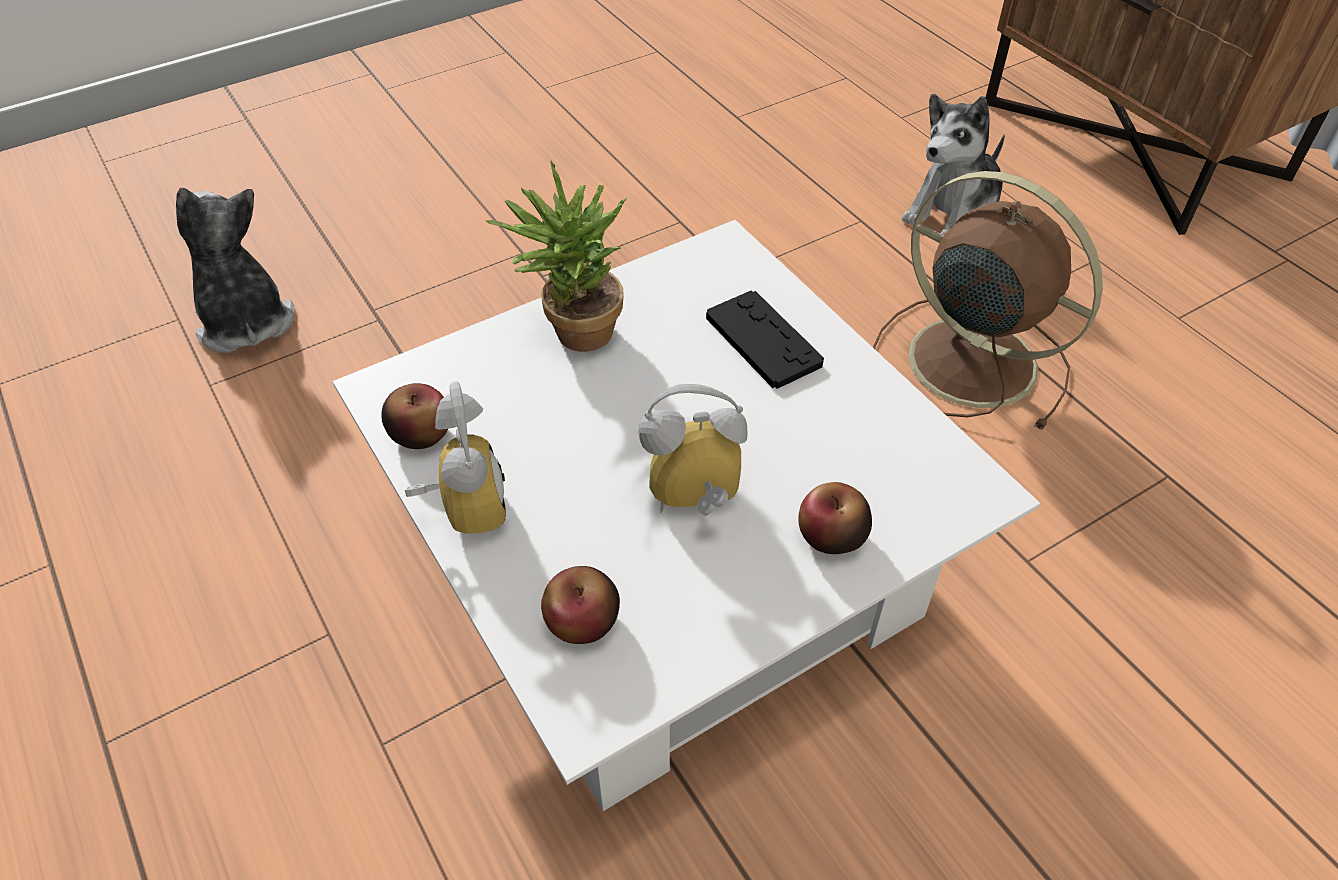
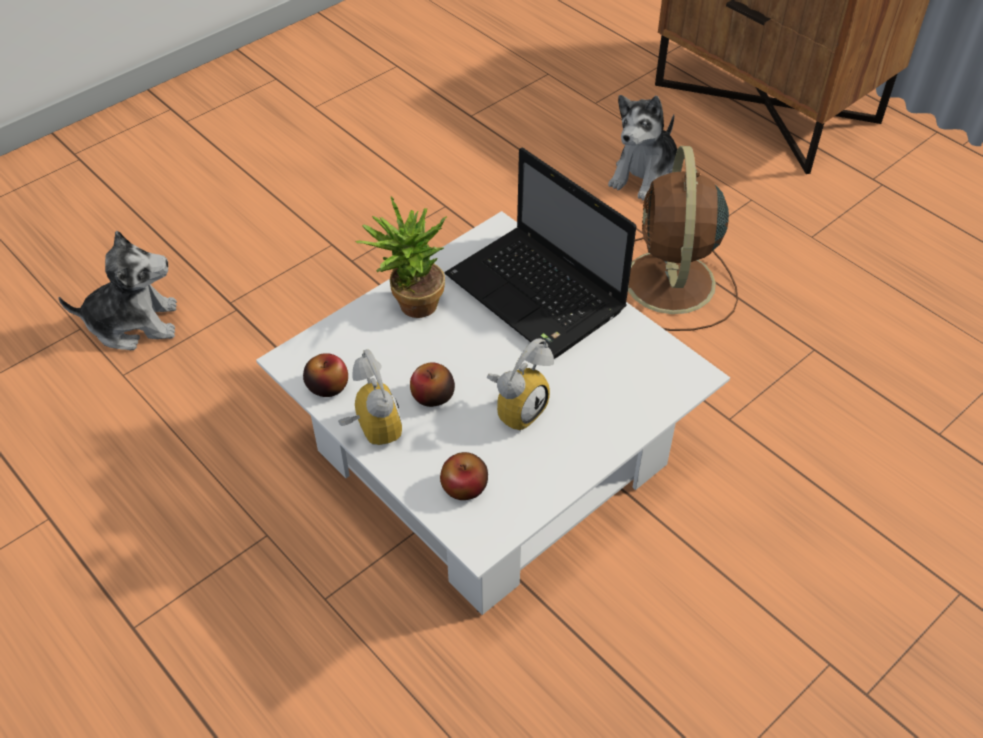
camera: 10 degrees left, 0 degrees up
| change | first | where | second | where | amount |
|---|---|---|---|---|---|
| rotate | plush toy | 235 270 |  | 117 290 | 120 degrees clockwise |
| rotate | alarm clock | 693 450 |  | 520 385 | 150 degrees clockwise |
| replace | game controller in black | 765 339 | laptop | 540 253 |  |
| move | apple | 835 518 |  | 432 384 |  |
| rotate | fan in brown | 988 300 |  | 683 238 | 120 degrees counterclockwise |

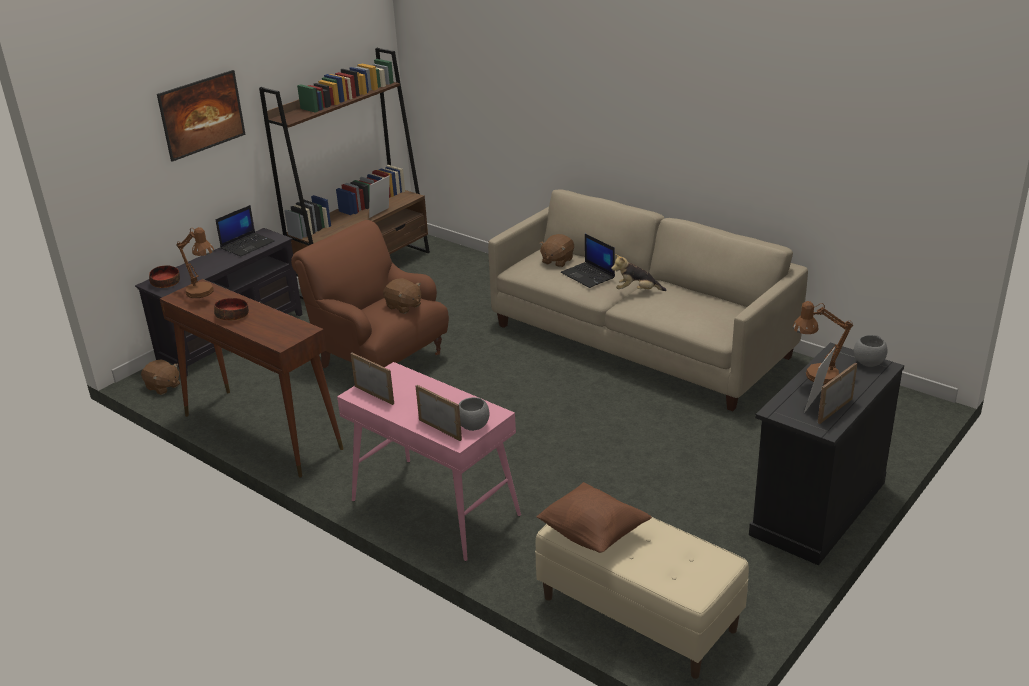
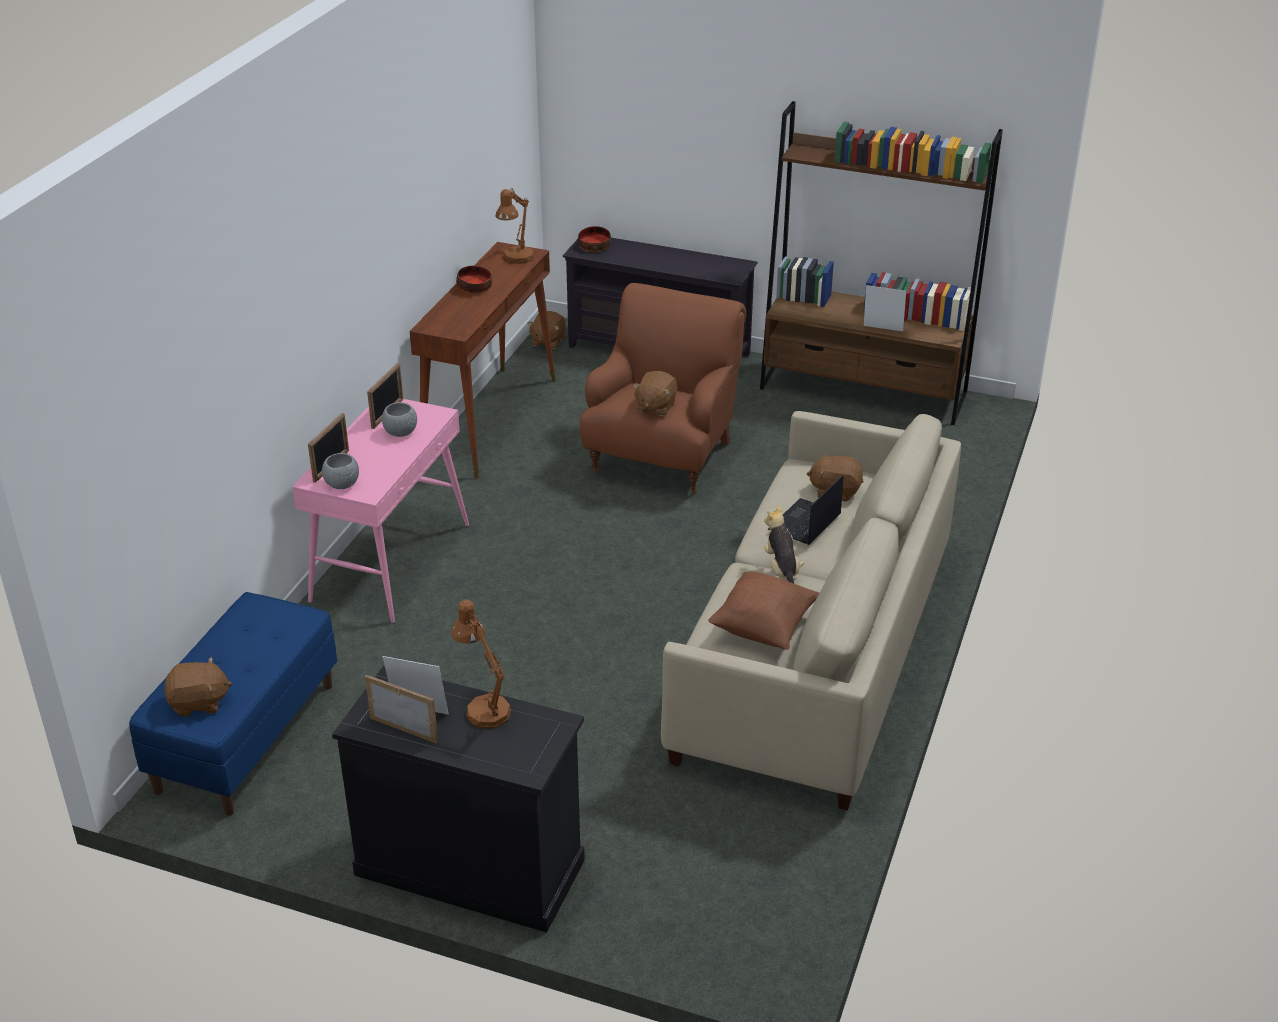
camera: 70 degrees right, 5 degrees up
| change | first | where | second | where | amount |
|---|---|---|---|---|---|
| delete | picture | 201 116 |  |  |  |
| delete | laptop | 245 231 |  |  |  |
| recolor | bench in beige | 642 598 | bench in blue | 233 704 |  |
| move | pillow in brown | 594 517 |  | 763 610 |  |
| move | bowl in grey | 870 351 |  | 399 419 |  |
| insert |  |  | plush toy in brown | 198 687 |  |

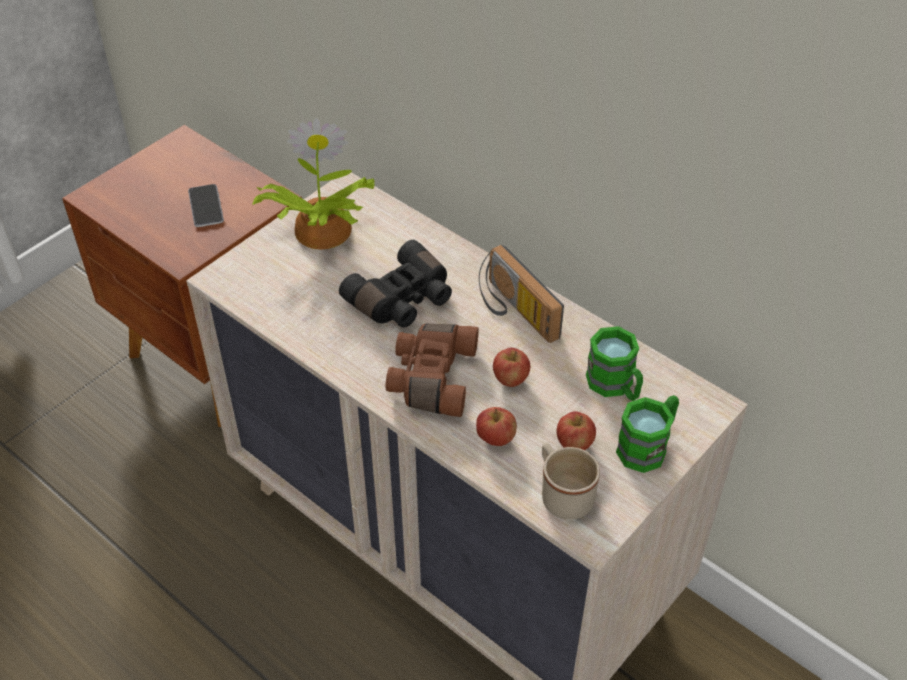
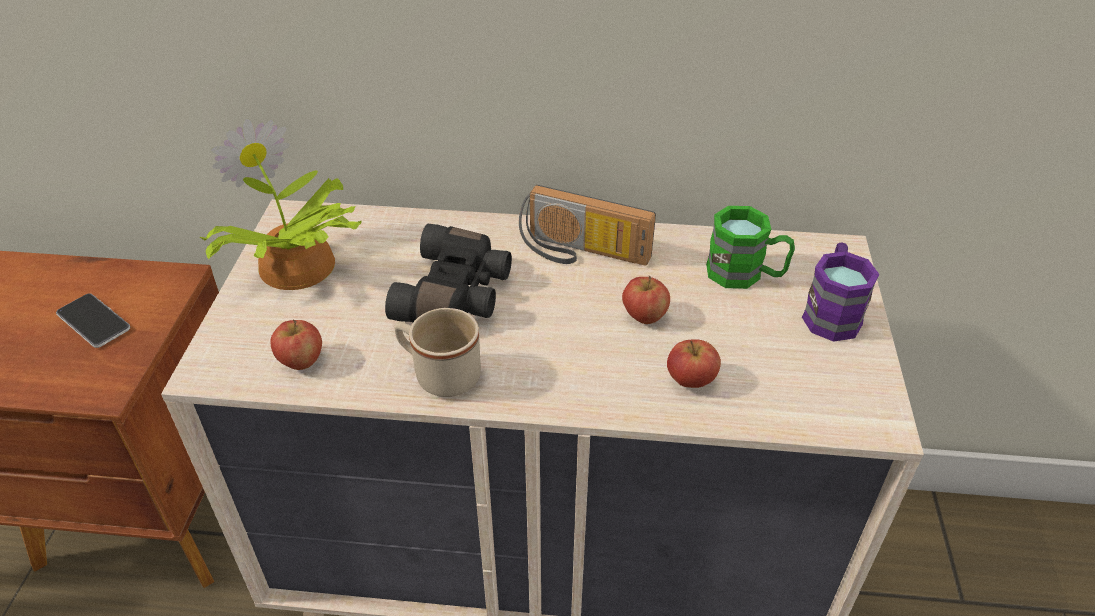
camera: 35 degrees left, 5 degrees down
| change | first | where | second | where | amount |
|---|---|---|---|---|---|
| delete | binoculars in brown | 432 370 |  |  |  |
| move | mug in beige | 571 481 |  | 438 352 |  |
| move | apple | 576 430 |  | 296 345 |  |
| recolor | mug in green | 647 434 | mug in purple | 840 292 |  |

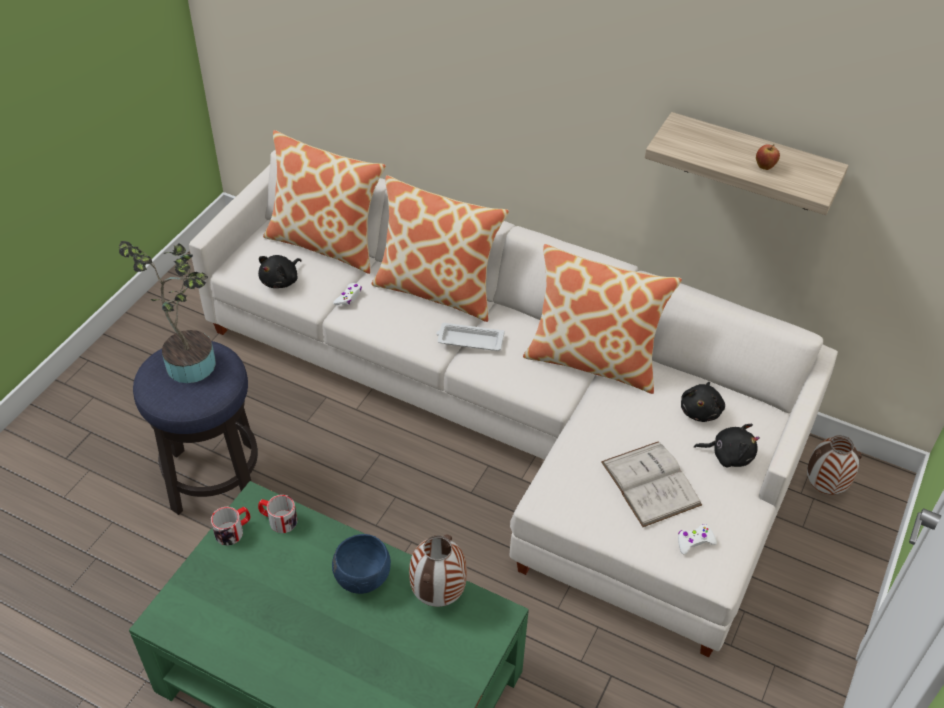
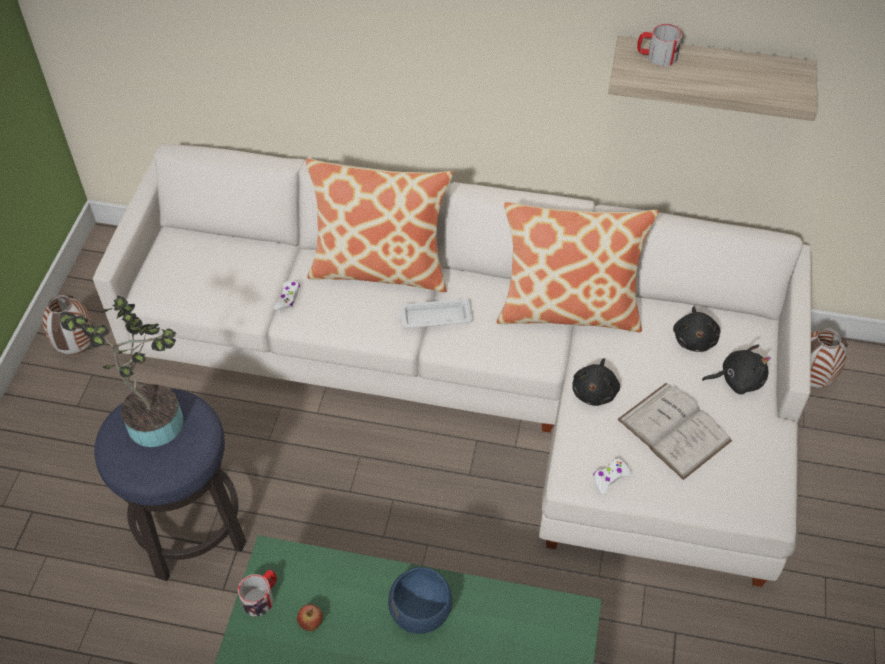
camera: 15 degrees left, 5 degrees up
| change | first | where | second | where | amount |
|---|---|---|---|---|---|
| move | plush toy in black | 279 271 |  | 596 382 |  |
| move | mug | 277 514 |  | 659 45 |  |
| delete | pillow | 324 202 |  |  |  |
| move | vase | 438 570 |  | 68 324 |  |
| move | game controller in white | 697 539 |  | 613 476 |  |
| move | apple | 768 157 |  | 310 617 |  |

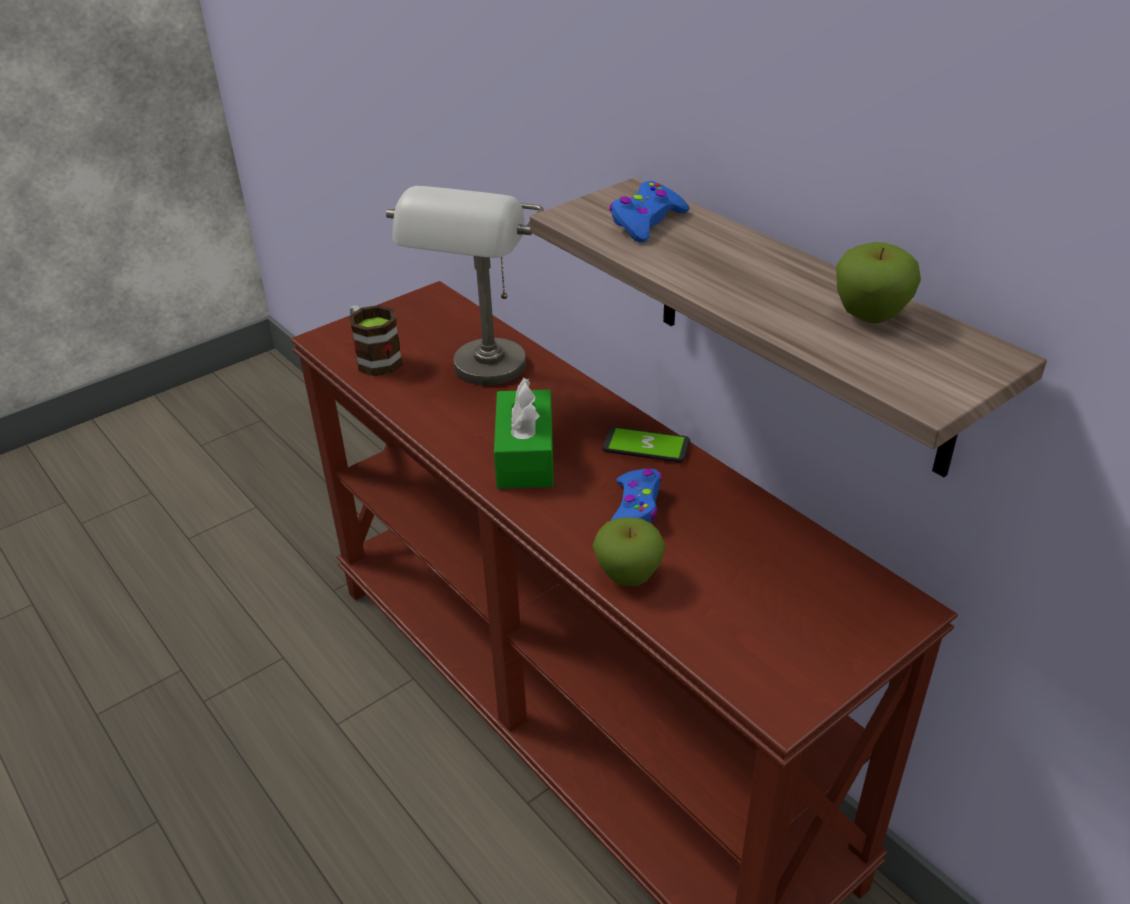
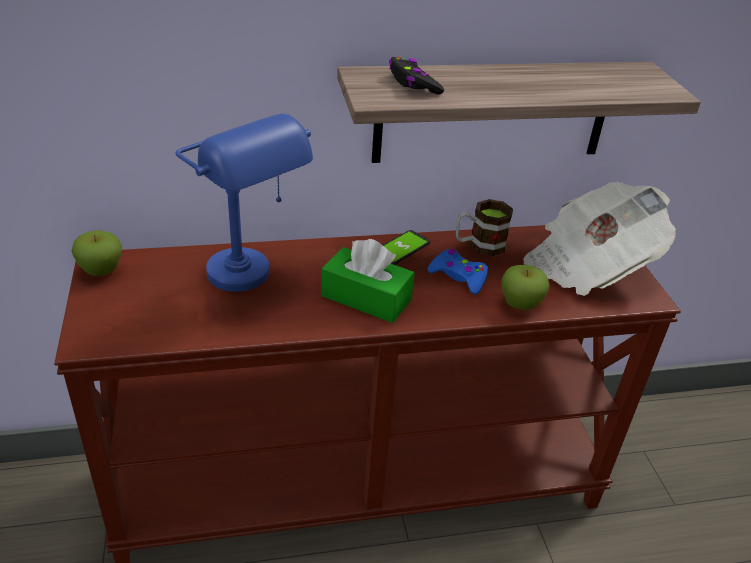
camera: 65 degrees left, 0 degrees up
| change | first | where | second | where | amount |
|---|---|---|---|---|---|
| move | mug | 376 340 |  | 484 227 |  |
| recolor | table lamp in grey | 465 286 | table lamp in blue | 244 202 |  |
| recolor | game controller in blue | 649 212 | game controller in black | 416 76 |  |
| move | apple | 878 282 |  | 96 253 |  |
| insert |  |  | newspaper | 599 239 |  |

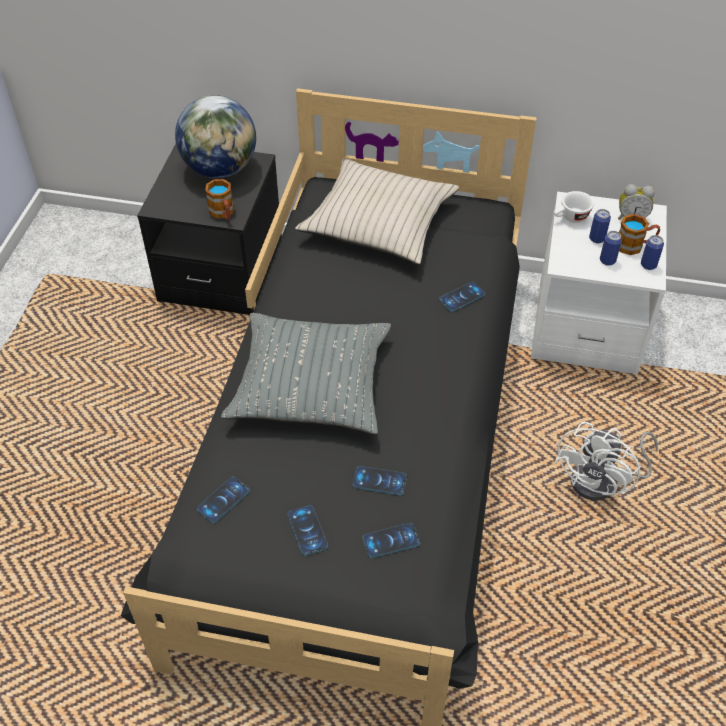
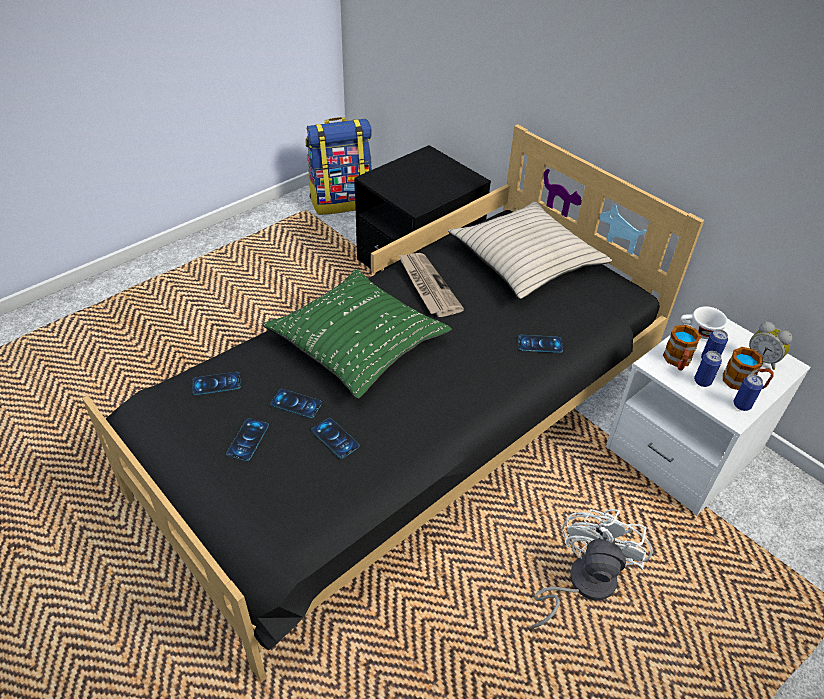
camera: 35 degrees right, 5 degrees down
| change | first | where | second | where | amount |
|---|---|---|---|---|---|
| delete | globe | 215 136 |  |  |  |
| move | mug | 219 199 |  | 682 347 |  |
| recolor | pillow in grey | 306 374 | pillow in green | 357 334 |  |
| move | phone | 391 540 |  | 296 403 |  |
| rotate | fan in white | 606 461 |  | 591 569 | 135 degrees clockwise |
| insert |  |  | backpack | 339 166 |  |
| insert |  |  | newspaper | 431 285 |  |

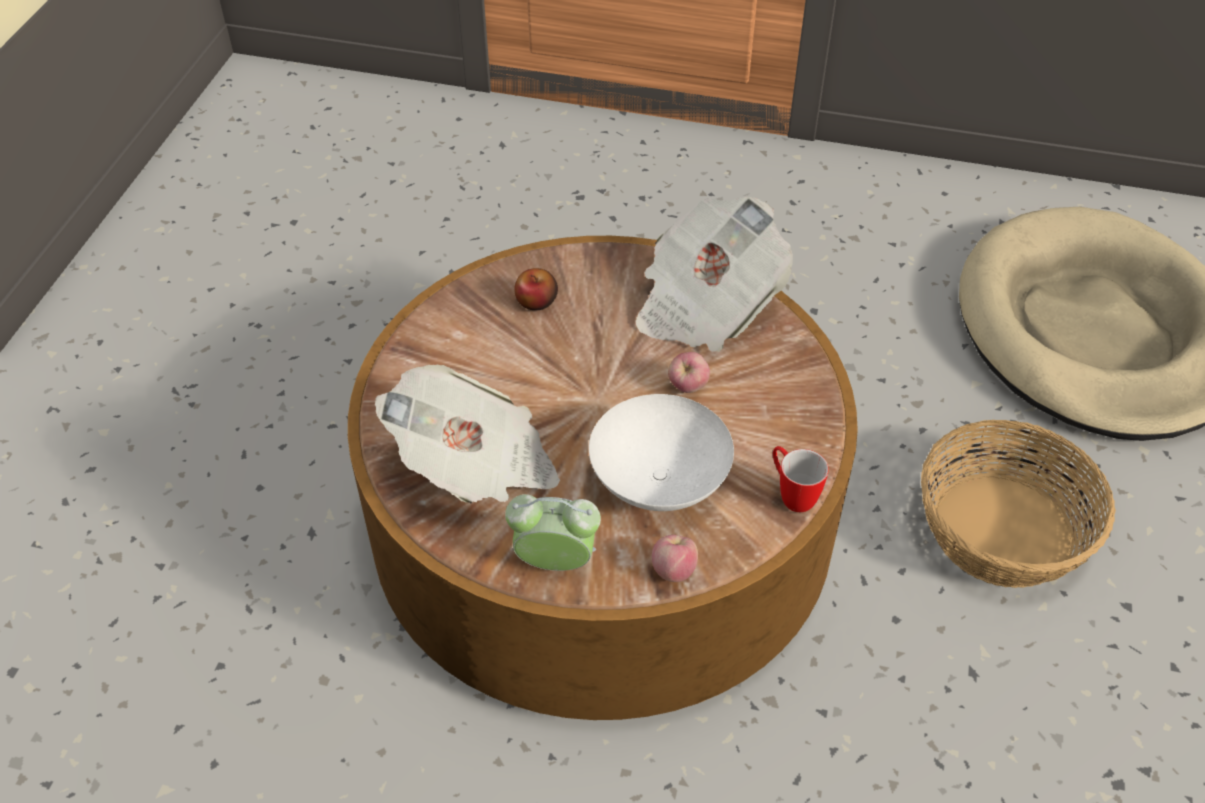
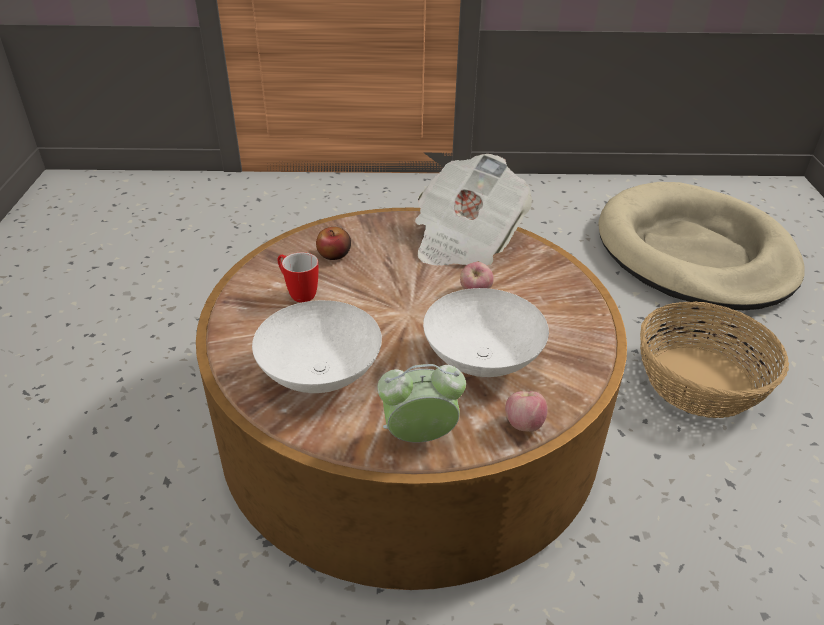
camera: 15 degrees left, 10 degrees down
| change | first | where | second | where | amount |
|---|---|---|---|---|---|
| replace | newspaper | 467 434 | bowl in white | 317 346 |  |
| move | mug | 801 479 |  | 298 277 |  |

